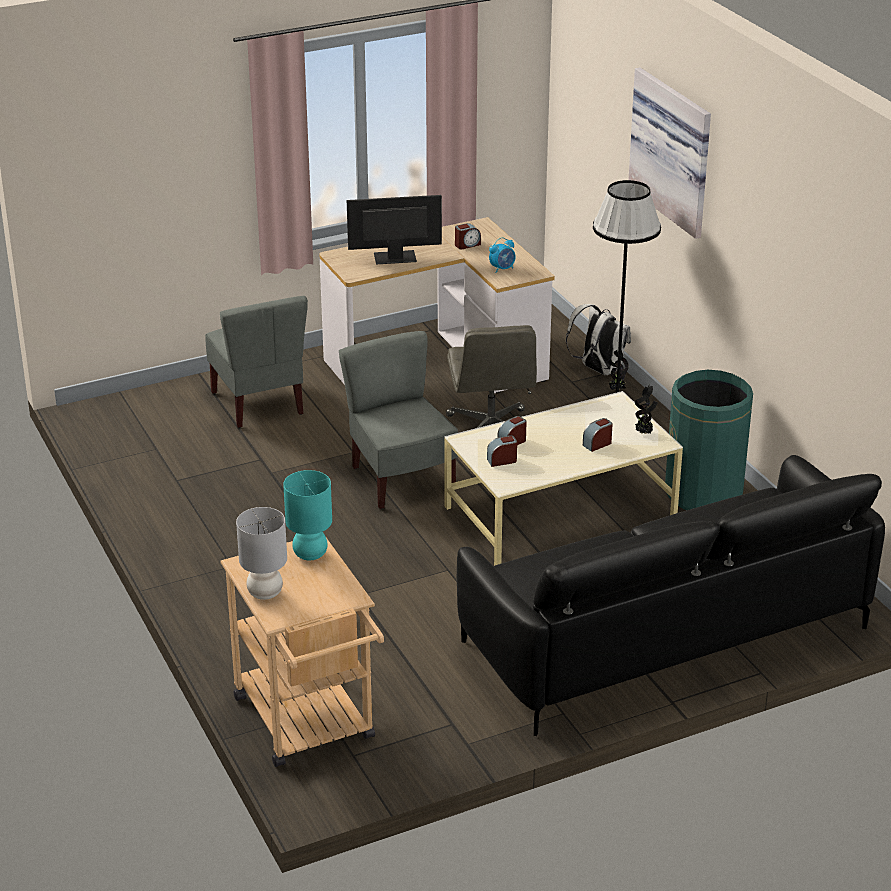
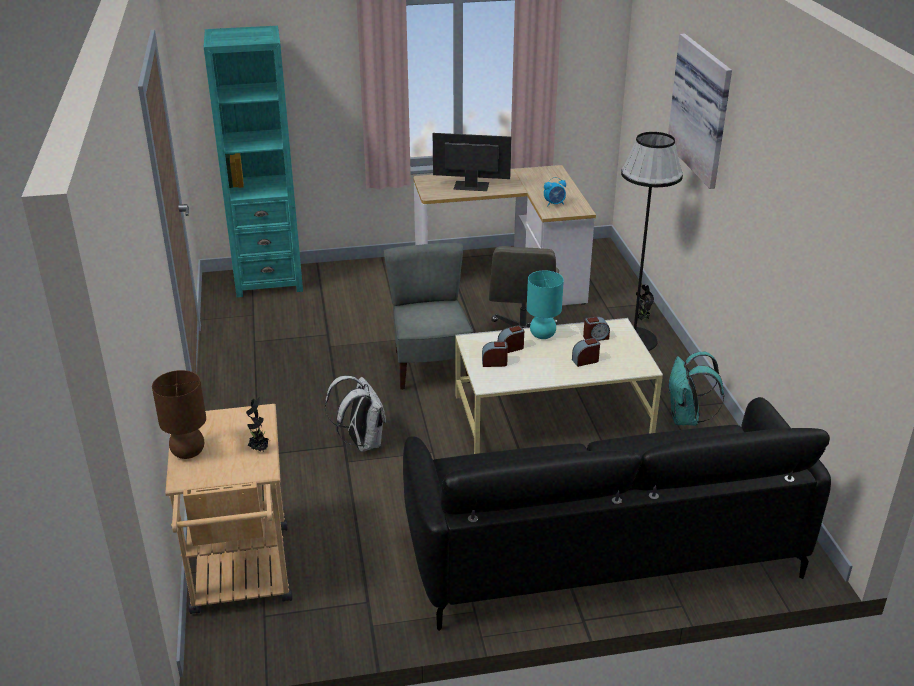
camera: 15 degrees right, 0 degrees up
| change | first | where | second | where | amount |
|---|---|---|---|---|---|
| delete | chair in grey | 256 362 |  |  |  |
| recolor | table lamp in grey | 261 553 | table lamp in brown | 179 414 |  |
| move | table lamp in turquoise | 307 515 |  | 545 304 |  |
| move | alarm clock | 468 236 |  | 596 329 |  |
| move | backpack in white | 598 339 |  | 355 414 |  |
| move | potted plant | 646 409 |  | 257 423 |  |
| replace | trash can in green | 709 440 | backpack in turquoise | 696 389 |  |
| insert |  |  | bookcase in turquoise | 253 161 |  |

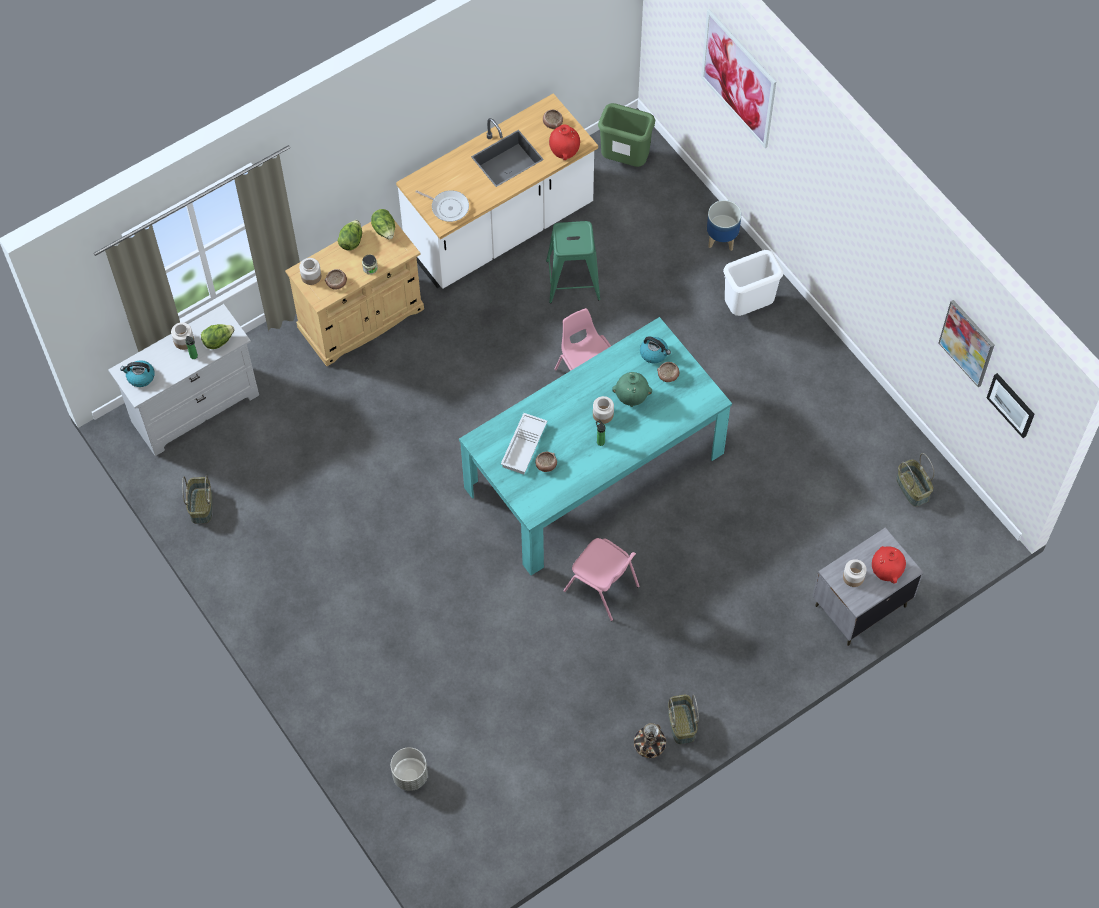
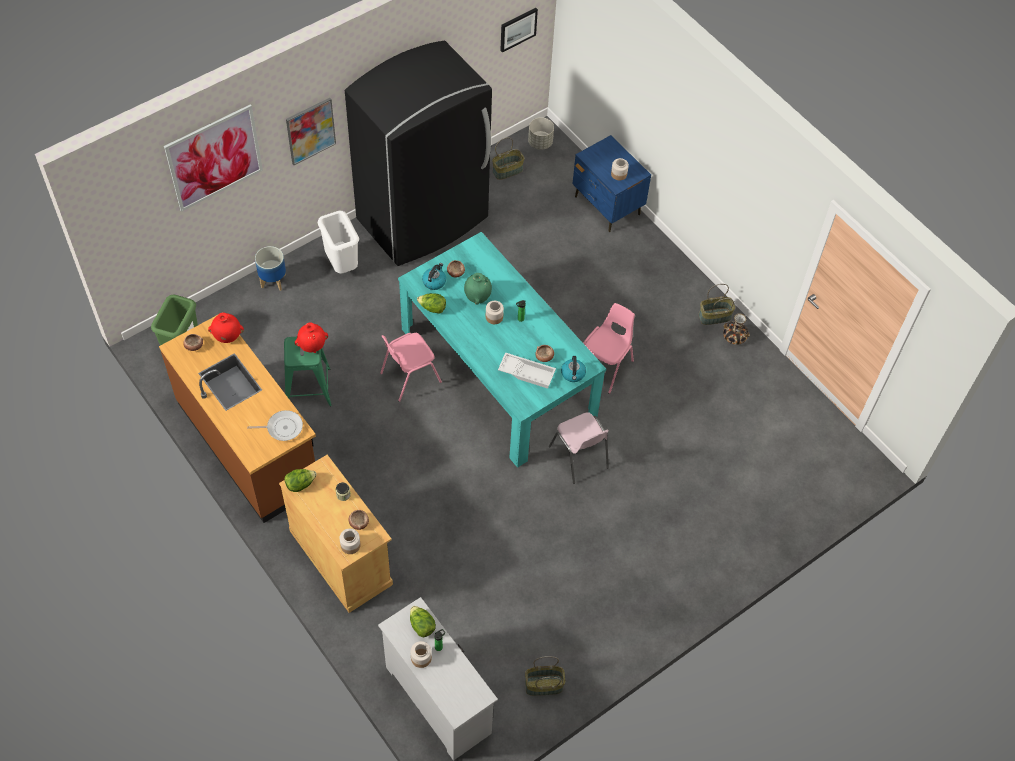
camera: 95 degrees left, 5 degrees down
| change | first | where | second | where | amount |
|---|---|---|---|---|---|
| move | kettle | 137 373 |  | 573 369 |  |
| move | lettuce | 350 235 |  | 431 303 |  |
| move | planter in grey | 409 769 |  | 541 133 |  |
| recolor | counter in white | 497 191 | counter in brown | 237 417 |  |
| rotate | frying pan | 442 206 |  | 275 425 | 60 degrees clockwise |
| recolor | nightstand in grey | 867 586 | nightstand in blue | 611 183 |  |
| move | vase in red | 889 565 |  | 311 337 |  |
| move | picture | 966 343 |  | 311 131 |  |
| insert |  |  | fridge in black | 418 153 |  |
| insert |  |  | chair in pink | 579 448 |  |

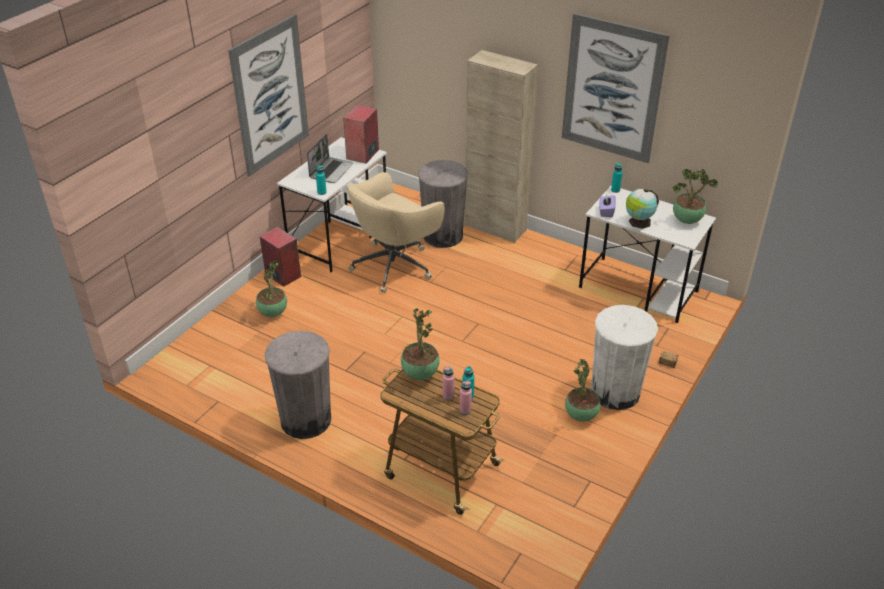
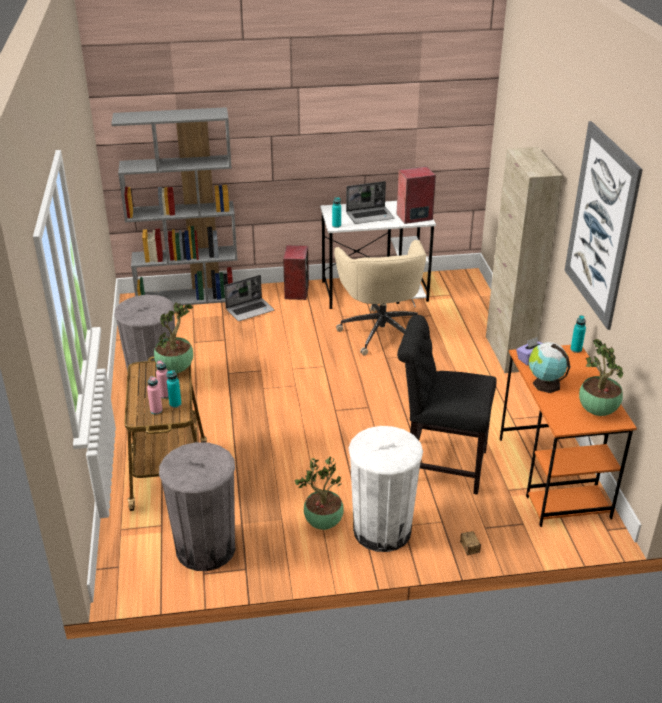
camera: 50 degrees right, 5 degrees down
| change | first | where | second | where | amount |
|---|---|---|---|---|---|
| delete | picture | 268 95 |  |  |  |
| replace | potted plant | 271 288 | laptop | 249 298 |  |
| rotate | office chair in beige | 396 232 |  | 380 298 | 105 degrees counterclockwise |
| move | trash can in grey | 443 204 |  | 197 506 |  |
| recolor | desk in white | 647 254 | desk in orange | 568 436 |  |
| insert |  |  | bookcase in grey | 174 206 |  |
| insert |  |  | chair in black | 447 405 |  |

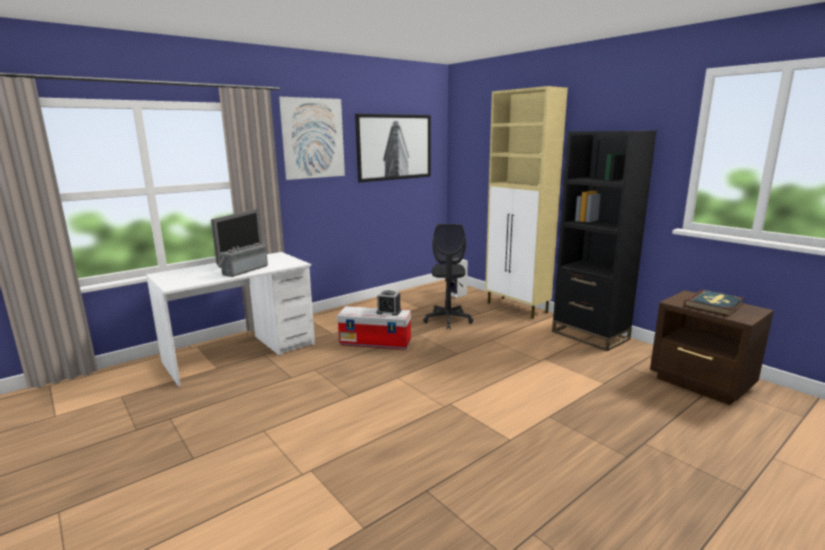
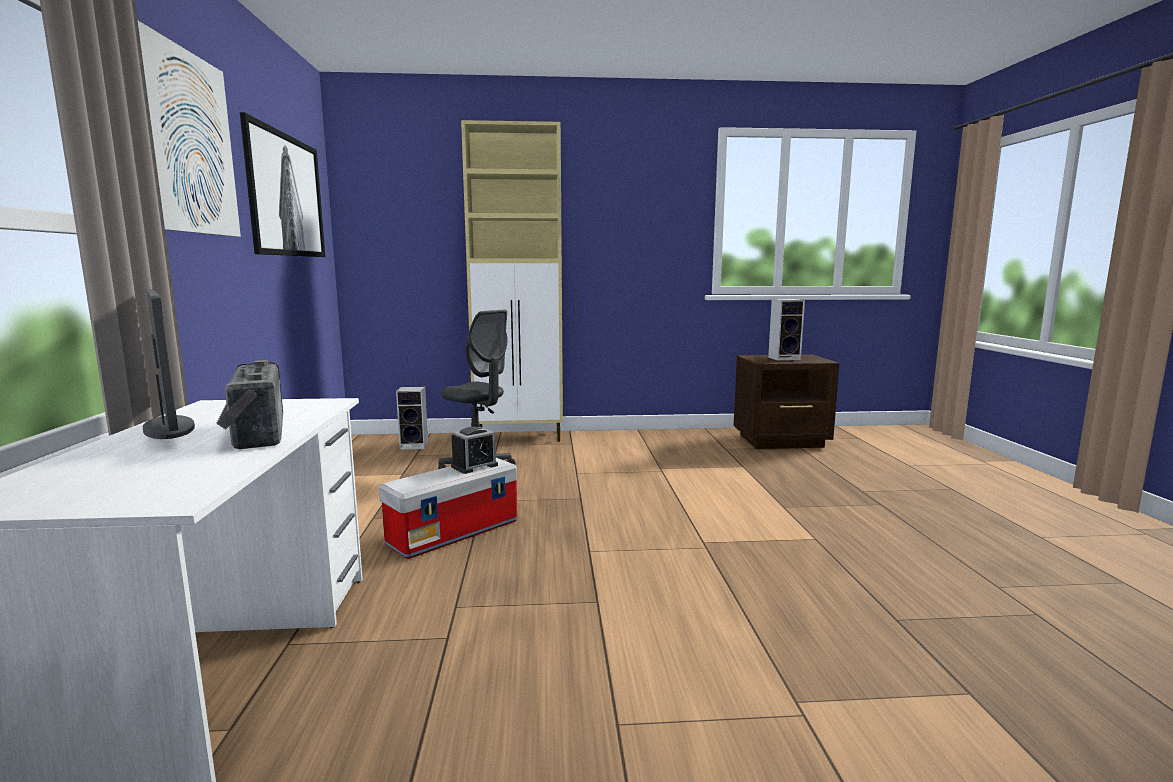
camera: 55 degrees left, 5 degrees down
| change | first | where | second | where | amount |
|---|---|---|---|---|---|
| delete | bookcase in black | 604 241 |  |  |  |
| replace | book | 714 302 | speaker | 786 330 |  |

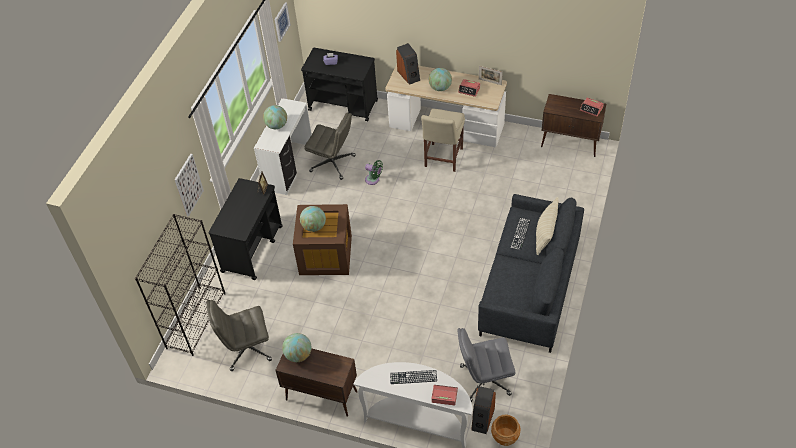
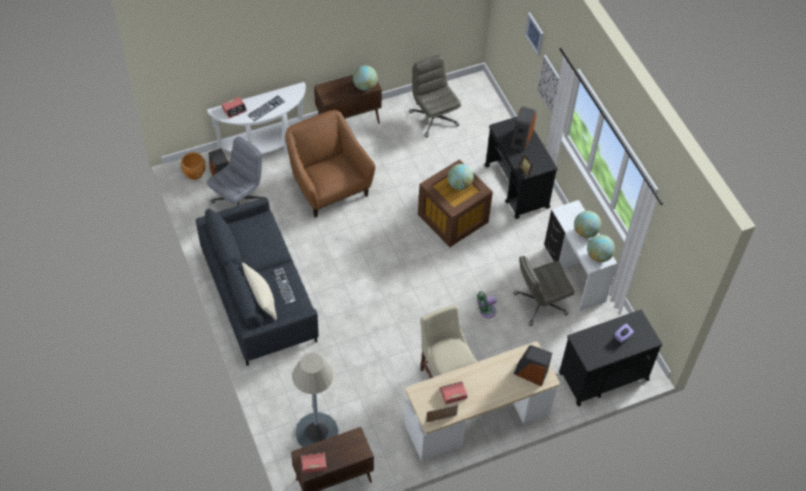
camera: 135 degrees right, 5 degrees up
| change | first | where | second | where | amount |
|---|---|---|---|---|---|
| delete | bookcase in black | 180 285 |  |  |  |
| rotate | office chair in grey | 239 335 |  | 435 96 | 60 degrees counterclockwise |
| move | picture | 283 22 |  | 534 34 |  |
| move | globe | 440 79 |  | 601 248 |  |
| insert |  |  | armchair in brown | 330 164 |  |
| insert |  |  | floor lamp in grey | 315 400 |  |
| insert |  |  | speaker | 524 129 |  |

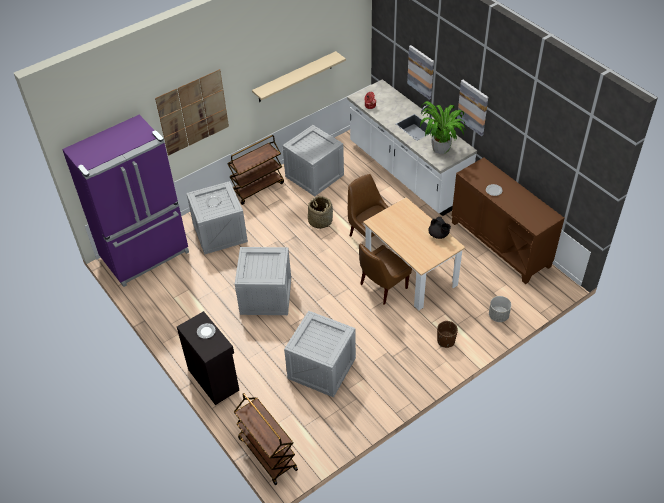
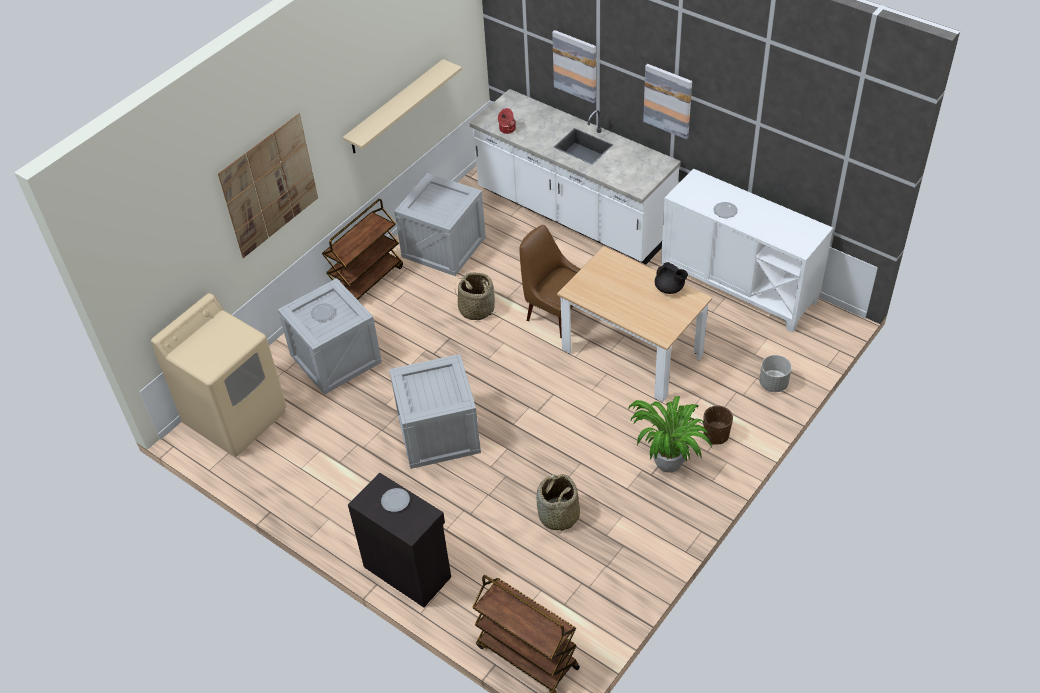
camera: 15 degrees left, 0 degrees up
| change | first | where | second | where | amount |
|---|---|---|---|---|---|
| replace | fridge in purple | 125 201 | washing machine in beige | 219 375 |  |
| replace | crate | 320 354 | basket | 558 504 |  |
| delete | chair in brown | 385 274 |  |  |  |
| move | potted plant | 443 127 |  | 669 434 |  |
| recolor | cabinet in brown | 508 220 | cabinet in white | 747 251 |  |

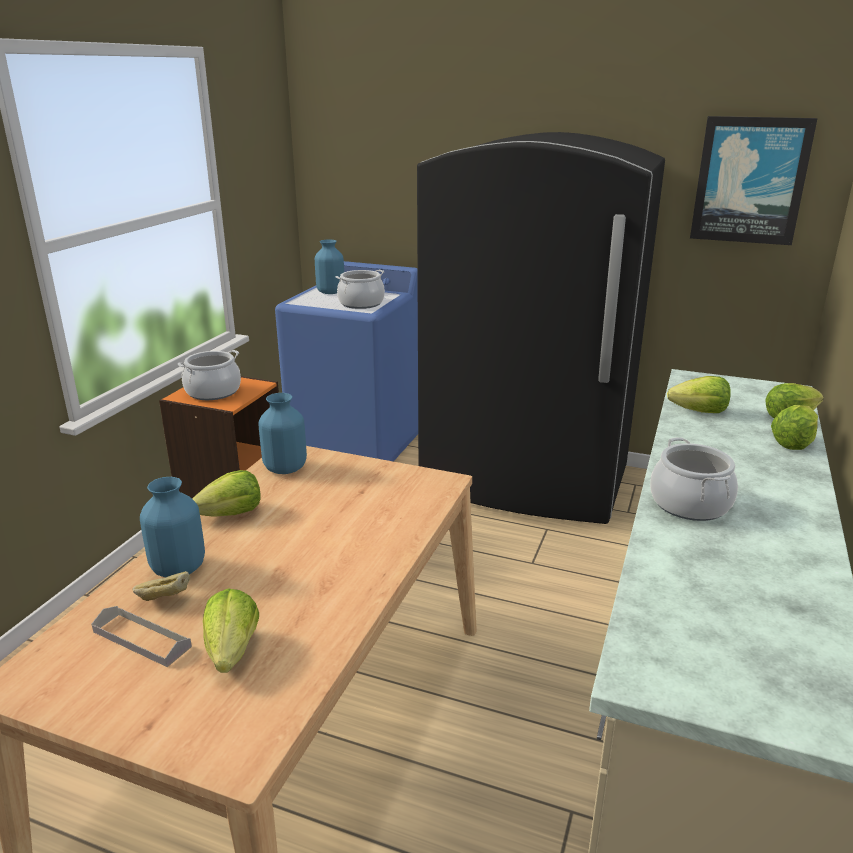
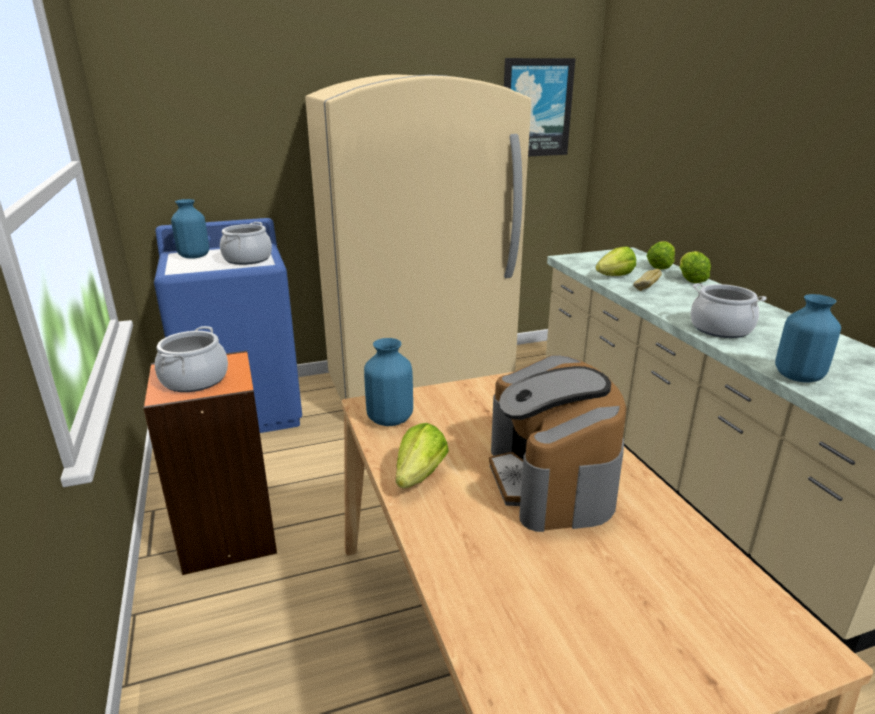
camera: 40 degrees left, 0 degrees up
| change | first | where | second | where | amount |
|---|---|---|---|---|---|
| delete | tray in grey | 142 636 |  |  |  |
| move | bread | 161 586 |  | 647 280 |  |
| move | vase in blue | 172 527 |  | 808 338 |  |
| delete | lettuce | 231 631 |  |  |  |
| recolor | fridge in black | 541 328 | fridge in beige | 418 238 |  |
| insert |  |  | coffee machine | 558 443 |  |

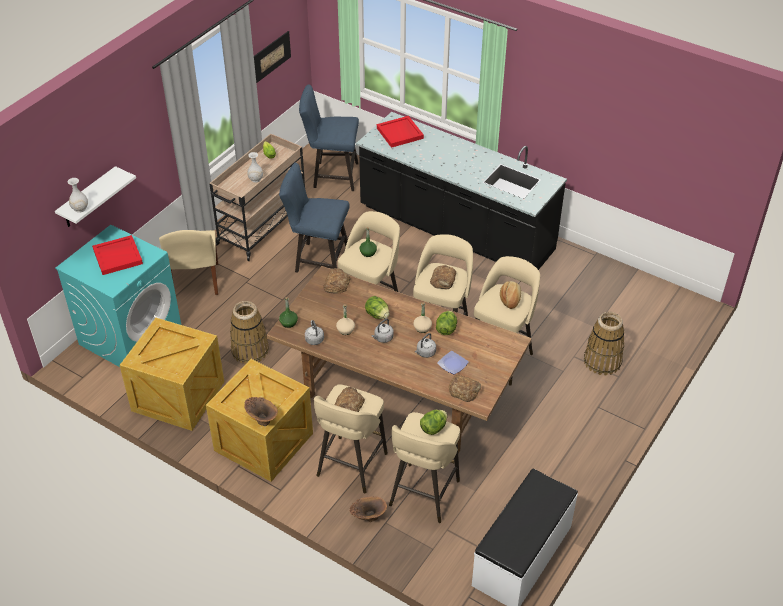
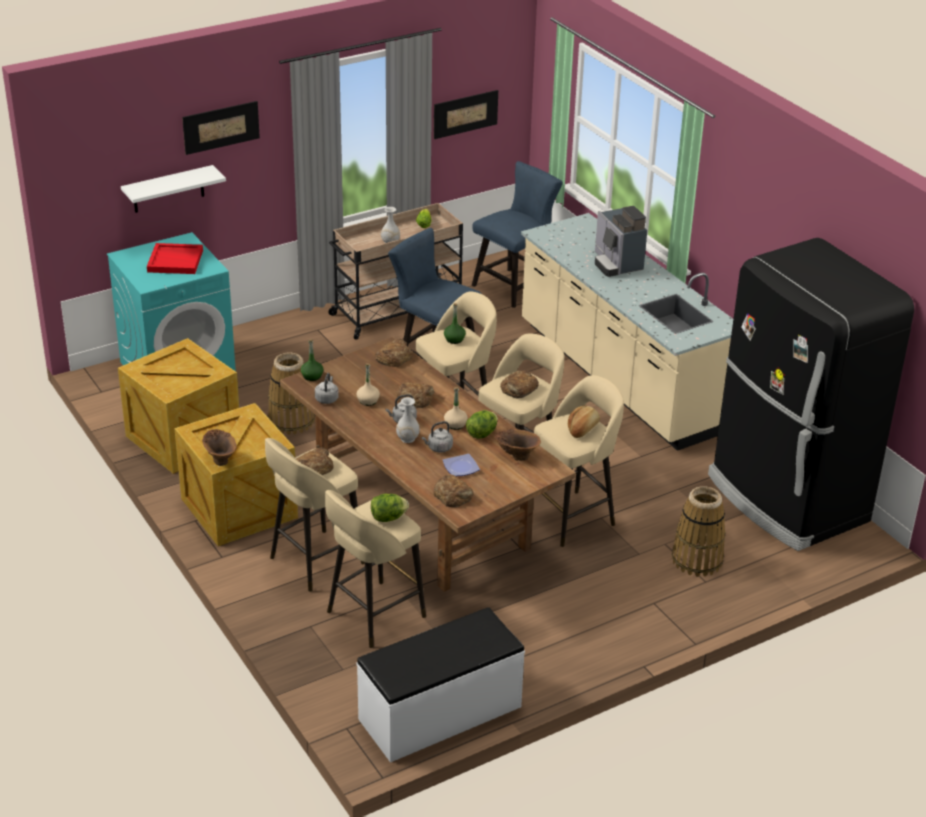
camera: 25 degrees right, 10 degrees down
| change | first | where | second | where | amount |
|---|---|---|---|---|---|
| move | vase in white | 78 195 |  | 408 420 |  |
| delete | chair in beige | 188 262 |  |  |  |
| rotate | chair in blue | 329 137 |  | 517 234 | 105 degrees clockwise |
| move | vase in brown | 368 509 |  | 518 445 |  |
| recolor | counter in black | 461 191 | counter in beige | 627 332 |  |
| replace | lettuce | 377 307 | bread | 415 395 |  |
| delete | tray in red | 400 132 |  |  |  |
| insert |  |  | picture | 221 128 |  |
| insert |  |  | coffee machine | 621 241 |  |
| insert |  |  | fridge in black | 811 394 |  |

